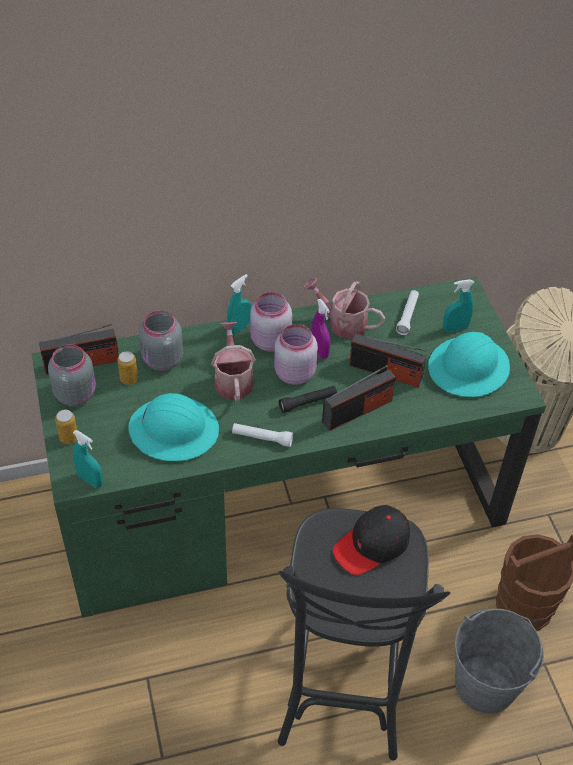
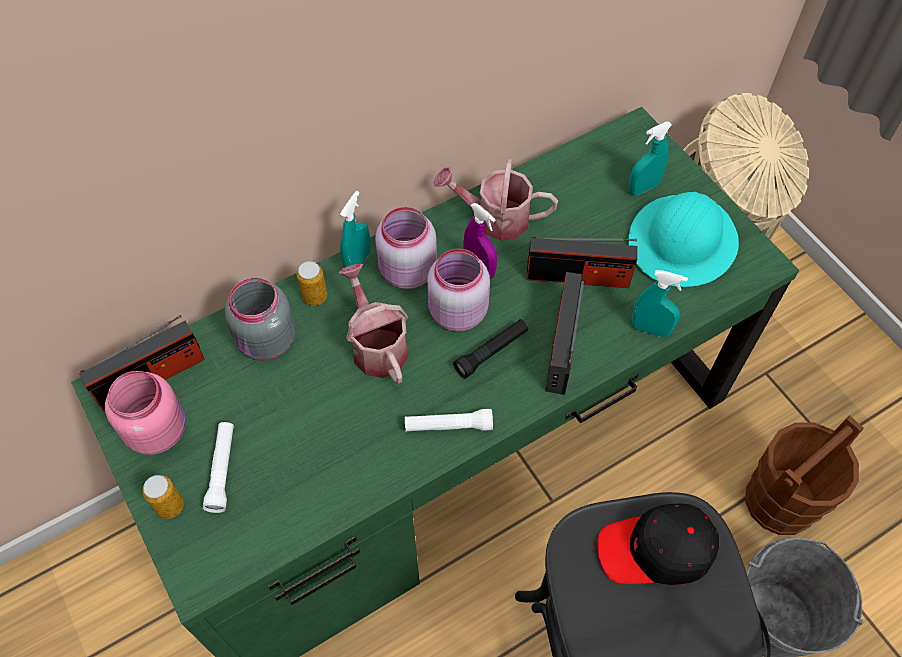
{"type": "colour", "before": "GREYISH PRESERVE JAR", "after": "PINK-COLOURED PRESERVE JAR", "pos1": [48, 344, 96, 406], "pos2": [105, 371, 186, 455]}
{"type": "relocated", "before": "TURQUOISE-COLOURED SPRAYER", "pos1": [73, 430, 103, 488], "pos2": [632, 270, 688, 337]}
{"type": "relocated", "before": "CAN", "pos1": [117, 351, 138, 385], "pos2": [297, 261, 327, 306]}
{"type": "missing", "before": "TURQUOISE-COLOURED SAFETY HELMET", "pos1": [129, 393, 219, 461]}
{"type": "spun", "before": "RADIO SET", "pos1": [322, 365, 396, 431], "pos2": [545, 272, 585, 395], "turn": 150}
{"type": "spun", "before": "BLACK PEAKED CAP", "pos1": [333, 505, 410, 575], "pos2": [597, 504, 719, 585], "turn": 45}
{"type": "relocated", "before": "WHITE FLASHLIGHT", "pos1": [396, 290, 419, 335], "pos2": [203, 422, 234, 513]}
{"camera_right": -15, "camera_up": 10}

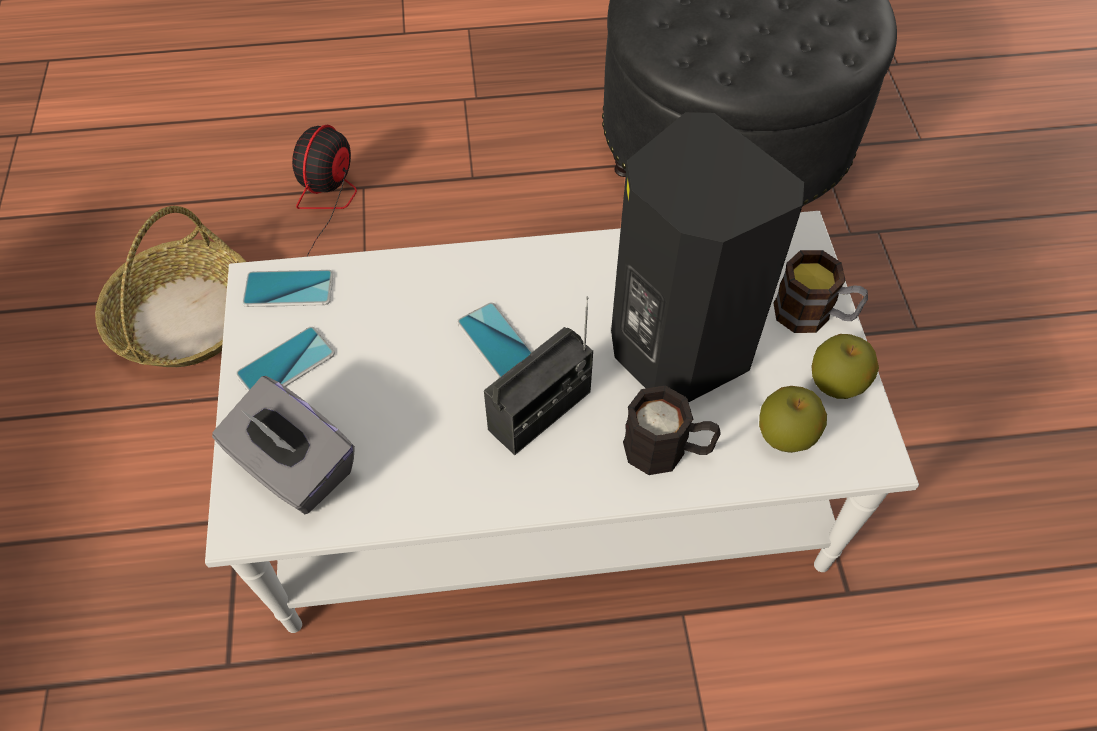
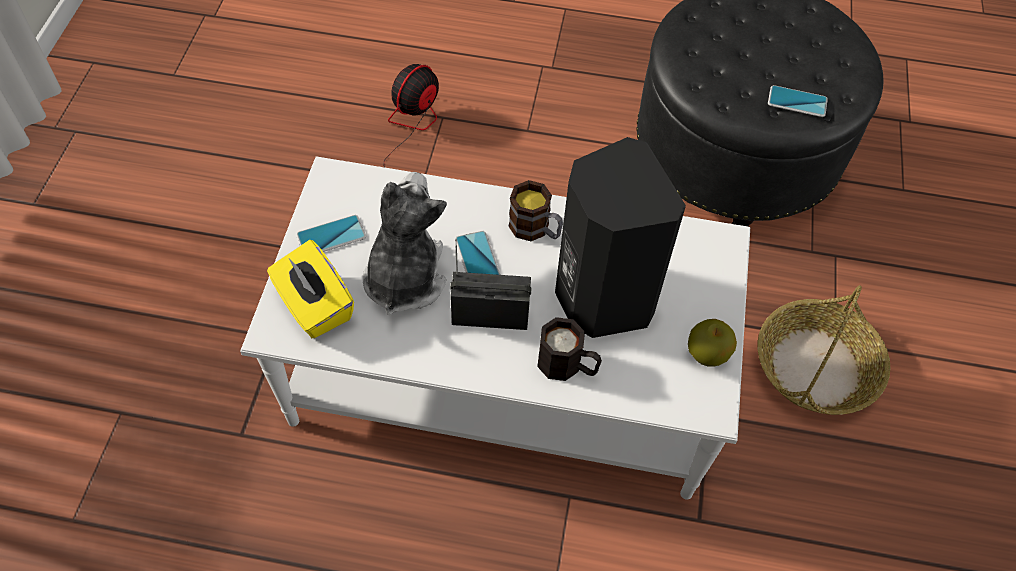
{"type": "relocated", "before": "STORAGE BASKET", "pos1": [95, 206, 246, 367], "pos2": [757, 285, 891, 415]}
{"type": "colour", "before": "GREYISH TISSUE BOX", "after": "YELLOW-COLOURED TISSUE BOX", "pos1": [212, 376, 355, 514], "pos2": [267, 240, 354, 338]}
{"type": "relocated", "before": "TELEPHONE", "pos1": [242, 270, 334, 307], "pos2": [768, 85, 828, 117]}
{"type": "spun", "before": "RADIO SET", "pos1": [484, 297, 593, 455], "pos2": [450, 239, 532, 330], "turn": -150}
{"type": "missing", "before": "APPLE", "pos1": [759, 386, 827, 453]}
{"type": "relocated", "before": "COFFEE MUG", "pos1": [774, 250, 868, 333], "pos2": [509, 180, 563, 241]}
{"type": "appeared", "after": "SOFT TOY", "pos2": [363, 172, 447, 316]}
{"camera_right": 15, "camera_up": 0}

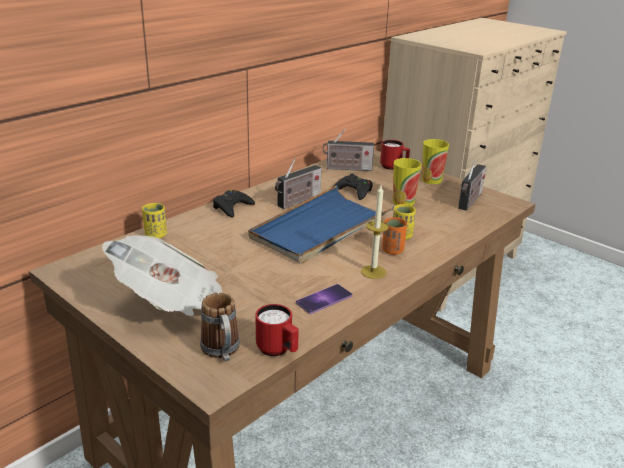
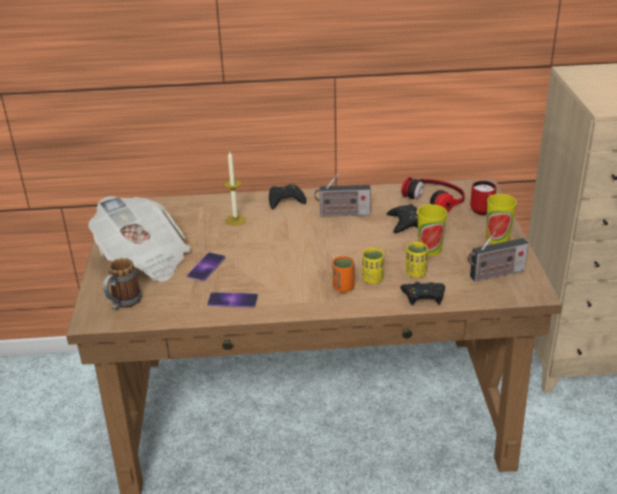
{"type": "relocated", "before": "YELLOW-COLOURED SMALL CUP", "pos1": [142, 203, 167, 239], "pos2": [406, 242, 428, 278]}
{"type": "missing", "before": "BLUE-COLOURED CARRYING TRAY", "pos1": [248, 185, 394, 264]}
{"type": "missing", "before": "REDDISH COFFEE MUG", "pos1": [255, 304, 299, 356]}
{"type": "exchanged", "before": "RADIO SET", "after": "HEADPHONES", "pos1": [323, 128, 374, 171], "pos2": [401, 177, 465, 212]}
{"type": "relocated", "before": "WAX CANDLE", "pos1": [361, 186, 389, 279], "pos2": [224, 152, 246, 226]}
{"type": "appeared", "after": "TELEPHONE", "pos2": [187, 252, 226, 281]}
{"type": "appeared", "after": "BLACK JOYPAD", "pos2": [400, 282, 445, 306]}
{"camera_right": 45, "camera_up": 5}

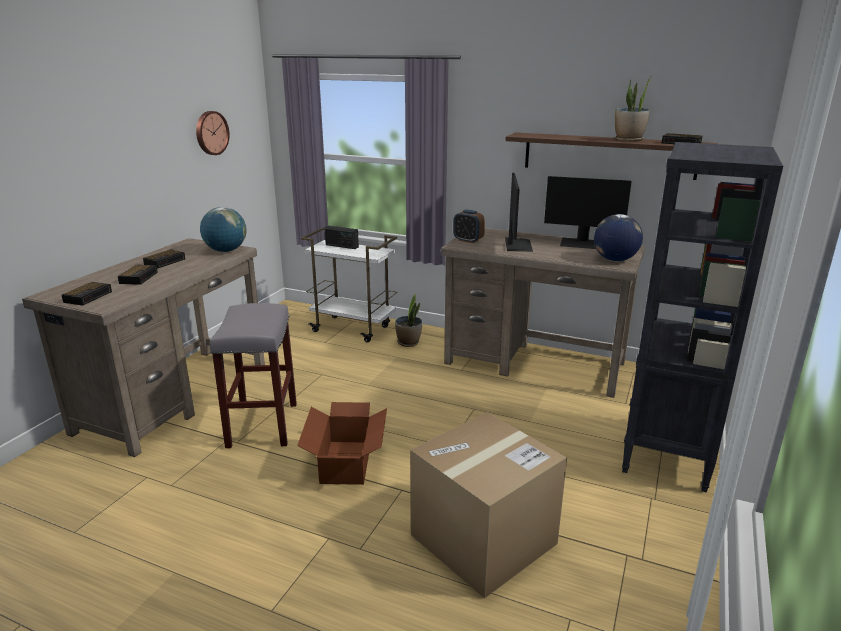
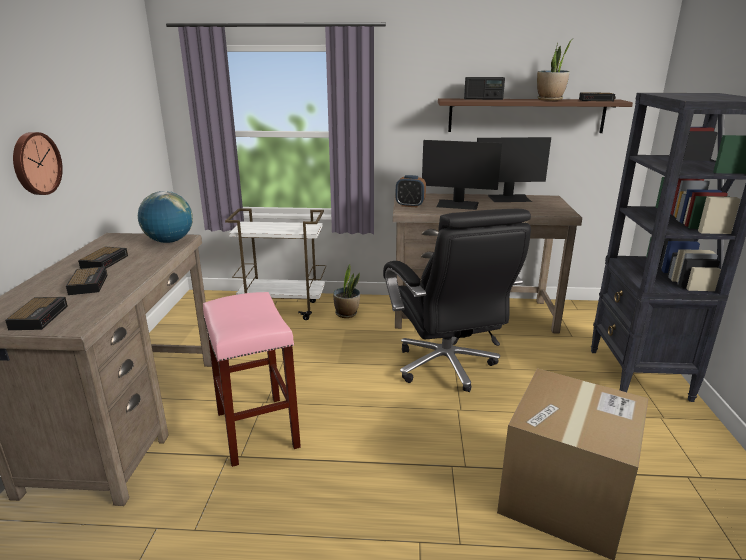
{"type": "relocated", "before": "WALL CLOCK", "pos1": [196, 111, 230, 155], "pos2": [13, 132, 63, 195]}
{"type": "colour", "before": "GREYISH SITTING STOOL", "after": "PINK-COLOURED SITTING STOOL", "pos1": [210, 303, 297, 448], "pos2": [203, 292, 301, 467]}
{"type": "missing", "before": "CARTON", "pos1": [297, 402, 387, 485]}
{"type": "relocated", "before": "RADIO SET", "pos1": [325, 226, 359, 249], "pos2": [464, 77, 505, 100]}
{"type": "spun", "before": "COMPUTER DISPLAY", "pos1": [505, 173, 533, 252], "pos2": [422, 140, 502, 210], "turn": 120}
{"type": "missing", "before": "WORLD GLOBE", "pos1": [594, 214, 643, 261]}
{"type": "appeared", "after": "BLACK OFFICE CHAIR", "pos2": [383, 209, 531, 392]}
{"camera_right": -20, "camera_up": 0}

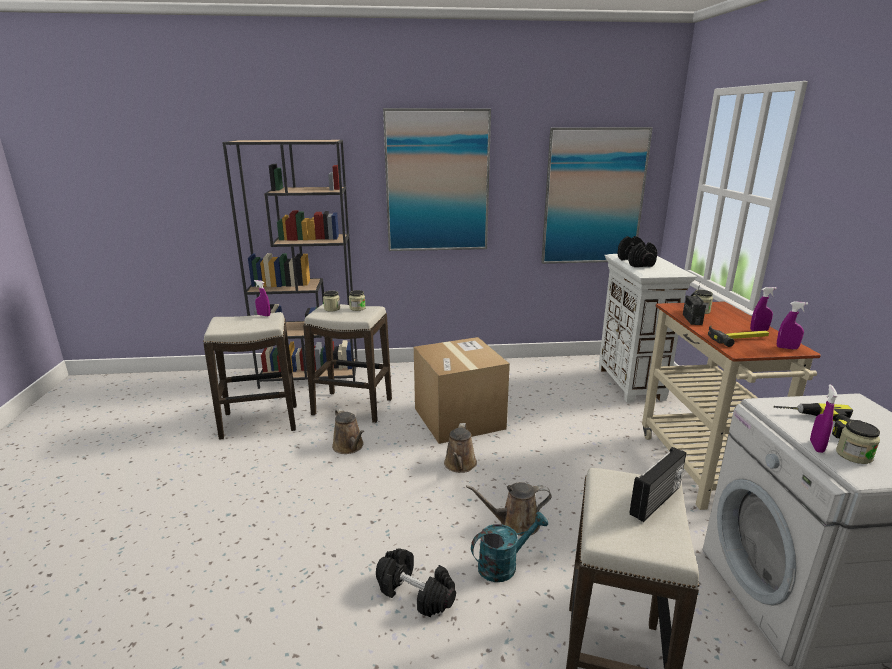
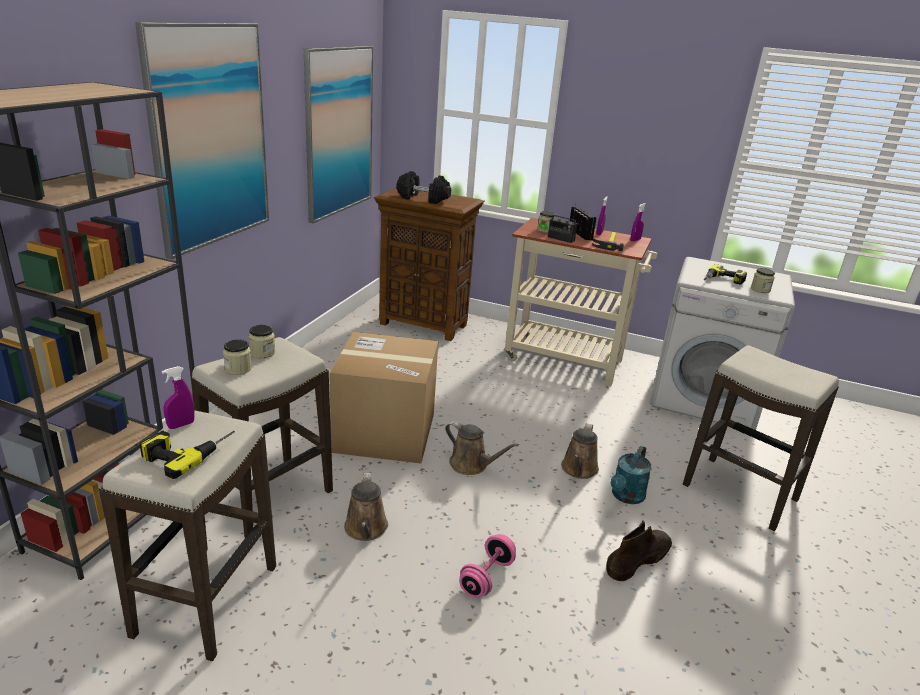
{"type": "spun", "before": "BROWN-COLOURED WATERING CAN", "pos1": [332, 408, 365, 454], "pos2": [344, 473, 388, 541], "turn": 90}
{"type": "exchanged", "before": "BLACK FREE WEIGHT", "after": "BROWN-COLOURED TALL BOOT", "pos1": [376, 548, 456, 617], "pos2": [606, 521, 672, 581]}
{"type": "spun", "before": "TURQUOISE-COLOURED WATERING CAN", "pos1": [471, 512, 548, 582], "pos2": [611, 446, 652, 504], "turn": -150}
{"type": "colour", "before": "WHITE CUPBOARD", "after": "BROWN-COLOURED CUPBOARD", "pos1": [599, 254, 697, 403], "pos2": [374, 187, 485, 341]}
{"type": "relocated", "before": "RADIO SET", "pos1": [629, 447, 687, 522], "pos2": [570, 206, 596, 240]}
{"type": "missing", "before": "PURPLE-COLOURED SPRAYER", "pos1": [810, 384, 838, 453]}
{"type": "appeared", "after": "ELECTRIC DRILL", "pos2": [140, 431, 235, 479]}
{"type": "appeared", "after": "PINK-COLOURED FREE WEIGHT", "pos2": [459, 534, 516, 598]}
{"camera_right": -65, "camera_up": 5}

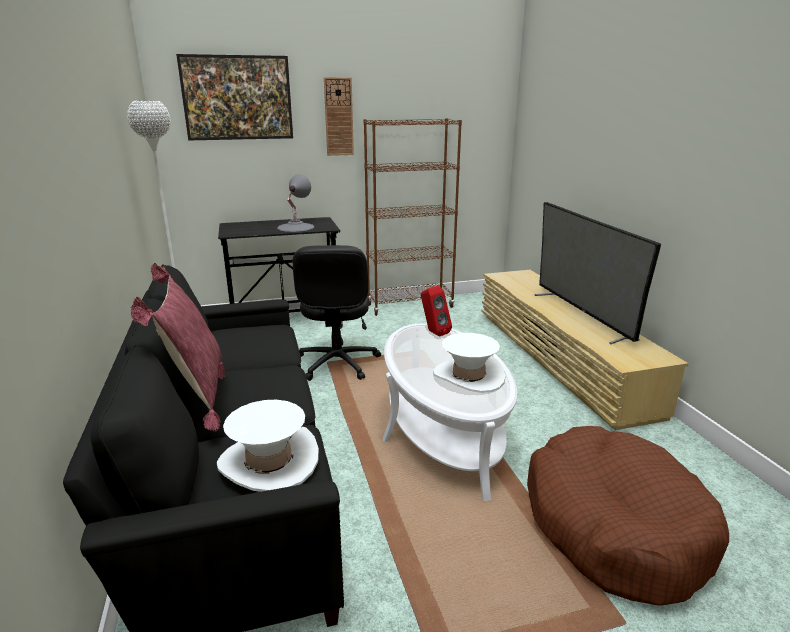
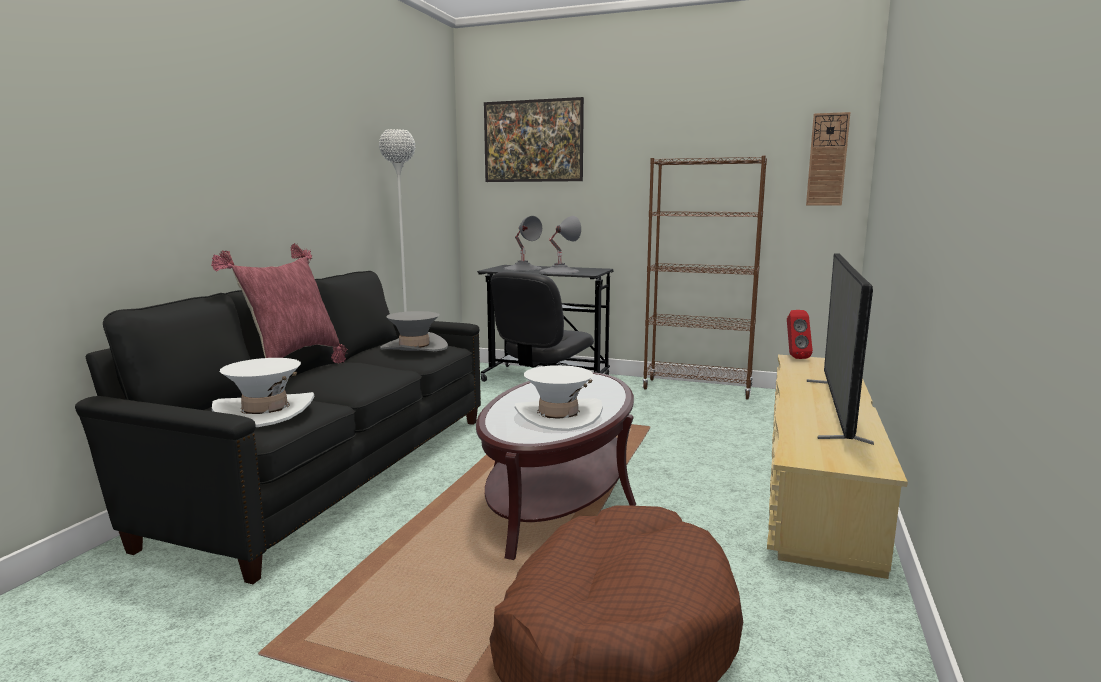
{"type": "relocated", "before": "WALL CLOCK", "pos1": [324, 77, 354, 156], "pos2": [806, 112, 850, 206]}
{"type": "colour", "before": "WHITE COFFEE TABLE", "after": "BROWN-COLOURED COFFEE TABLE", "pos1": [382, 324, 517, 501], "pos2": [476, 372, 636, 560]}
{"type": "relocated", "before": "REDDISH SPEAKER", "pos1": [421, 286, 452, 337], "pos2": [787, 310, 813, 359]}
{"type": "appeared", "after": "GREYISH HAT", "pos2": [380, 311, 448, 351]}
{"type": "appeared", "after": "GREYISH TABLE LAMP", "pos2": [504, 216, 542, 271]}
{"camera_right": 35, "camera_up": -10}

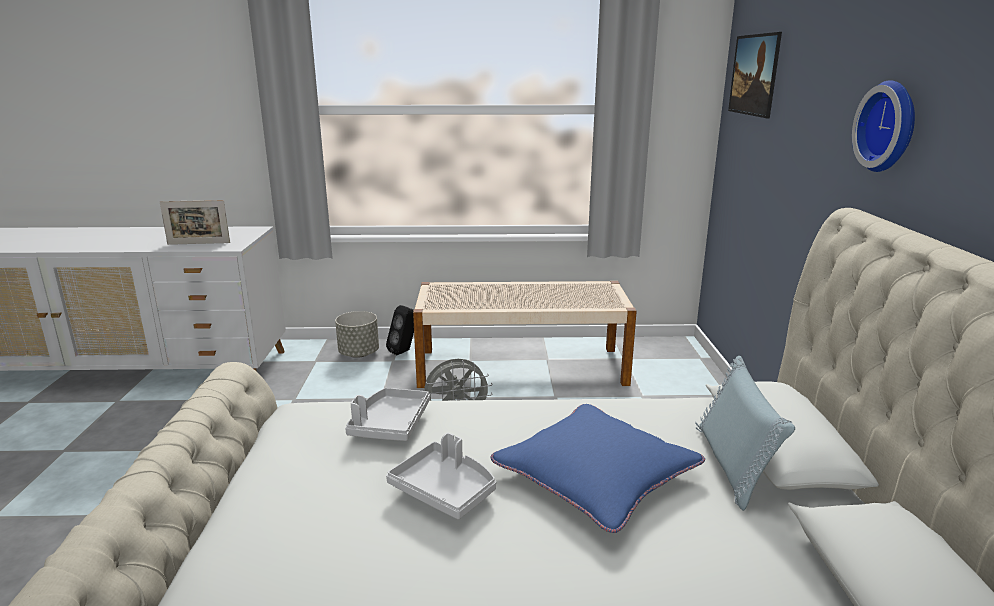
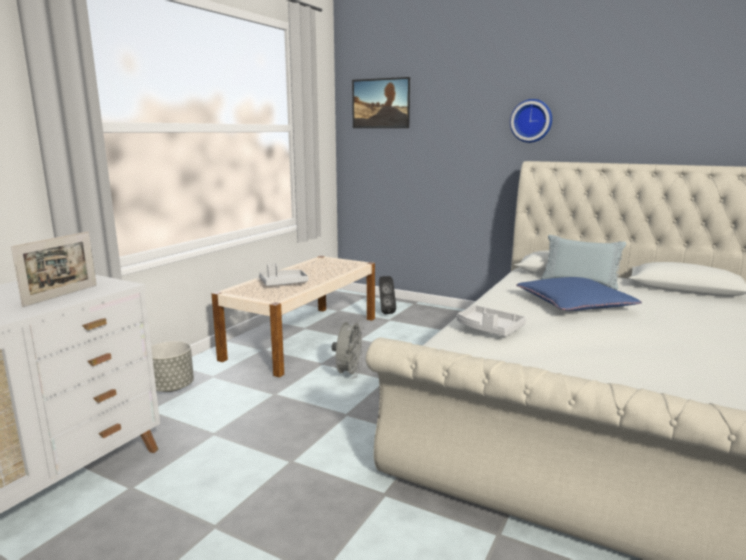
{"type": "relocated", "before": "BLACK SPEAKER", "pos1": [386, 305, 414, 355], "pos2": [379, 276, 396, 314]}
{"type": "relocated", "before": "GREYISH CARRYING TRAY", "pos1": [386, 433, 496, 519], "pos2": [259, 263, 309, 286]}
{"camera_right": -60, "camera_up": -5}

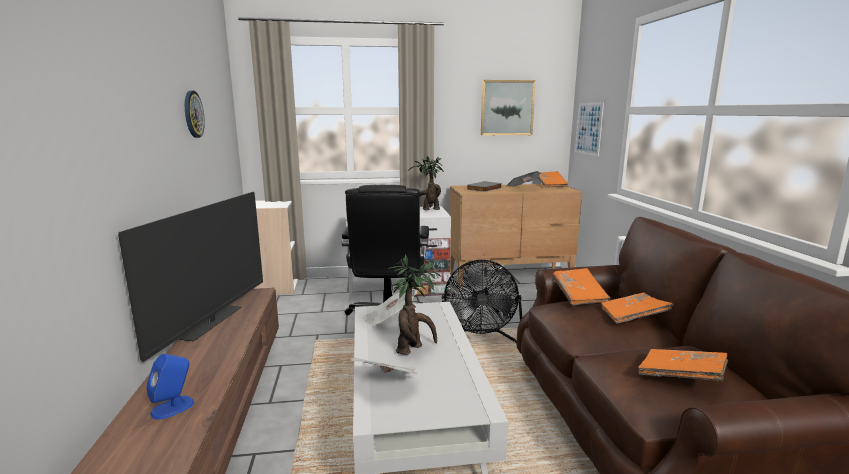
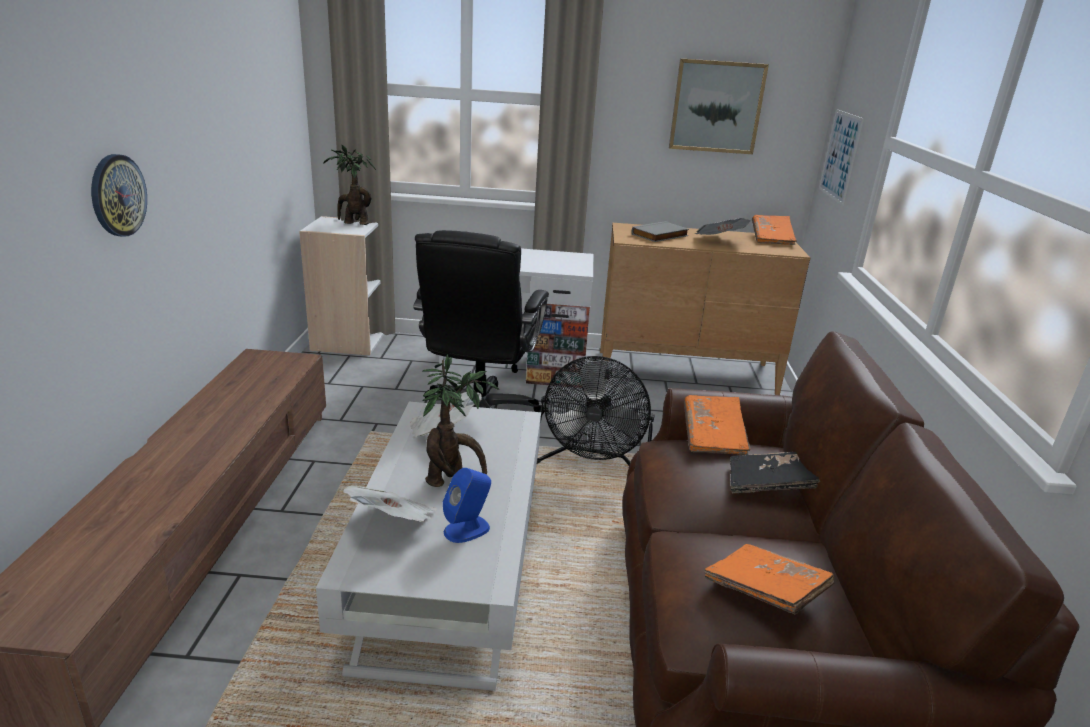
{"type": "missing", "before": "TV SET", "pos1": [118, 192, 263, 362]}
{"type": "relocated", "before": "BLUE-COLOURED SPEAKER", "pos1": [146, 354, 194, 420], "pos2": [443, 468, 491, 543]}
{"type": "relocated", "before": "WALL CLOCK", "pos1": [185, 91, 205, 138], "pos2": [91, 154, 147, 237]}
{"type": "relocated", "before": "POTTED PLANT", "pos1": [408, 156, 444, 210], "pos2": [323, 145, 376, 225]}
{"type": "colour", "before": "ORANGE BOUND BOOK", "after": "BLACK BOUND BOOK", "pos1": [601, 292, 673, 324], "pos2": [730, 452, 821, 493]}
{"camera_right": 10, "camera_up": 10}

